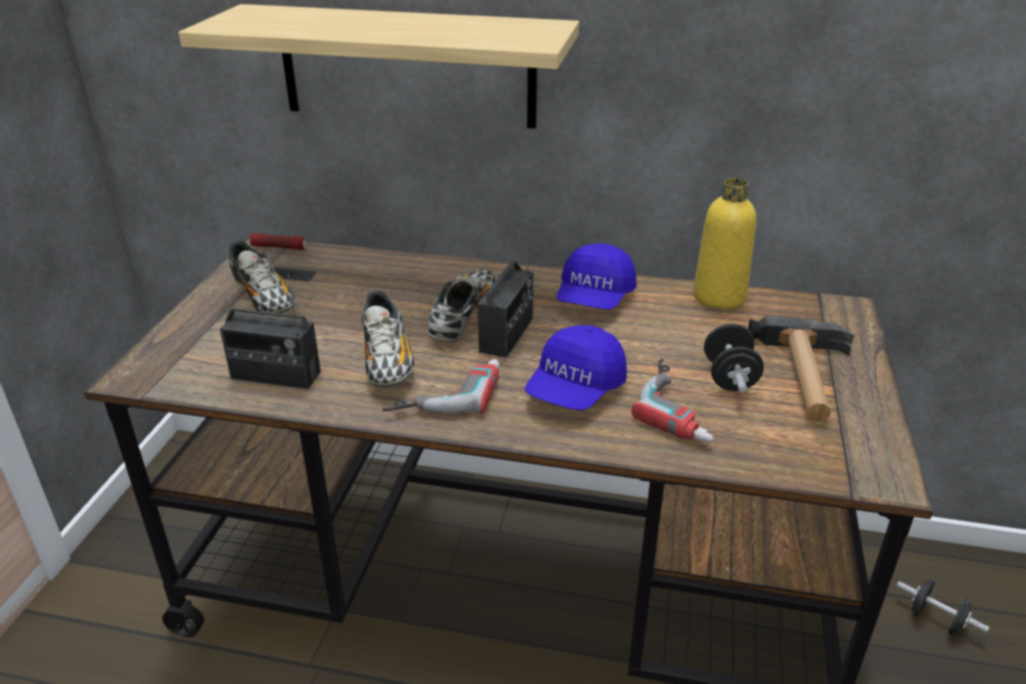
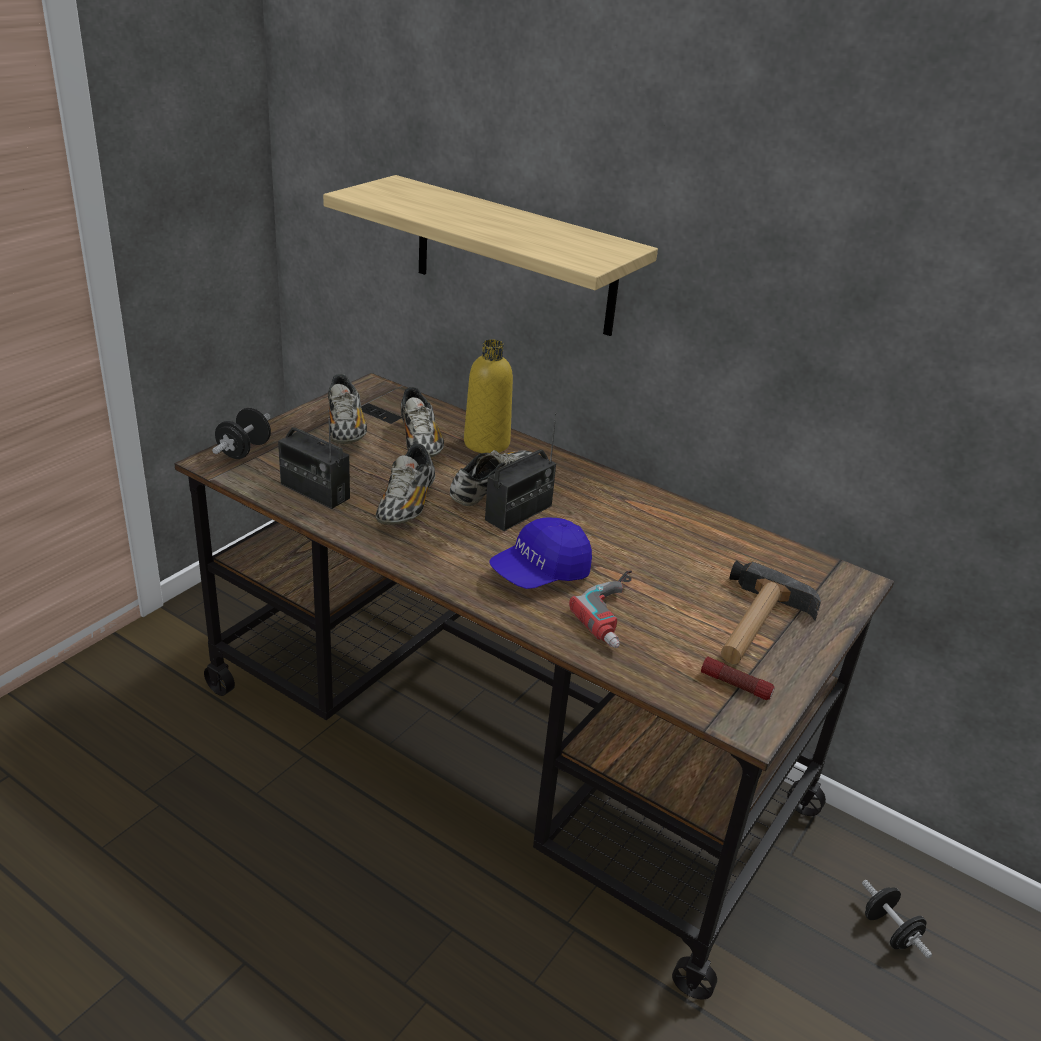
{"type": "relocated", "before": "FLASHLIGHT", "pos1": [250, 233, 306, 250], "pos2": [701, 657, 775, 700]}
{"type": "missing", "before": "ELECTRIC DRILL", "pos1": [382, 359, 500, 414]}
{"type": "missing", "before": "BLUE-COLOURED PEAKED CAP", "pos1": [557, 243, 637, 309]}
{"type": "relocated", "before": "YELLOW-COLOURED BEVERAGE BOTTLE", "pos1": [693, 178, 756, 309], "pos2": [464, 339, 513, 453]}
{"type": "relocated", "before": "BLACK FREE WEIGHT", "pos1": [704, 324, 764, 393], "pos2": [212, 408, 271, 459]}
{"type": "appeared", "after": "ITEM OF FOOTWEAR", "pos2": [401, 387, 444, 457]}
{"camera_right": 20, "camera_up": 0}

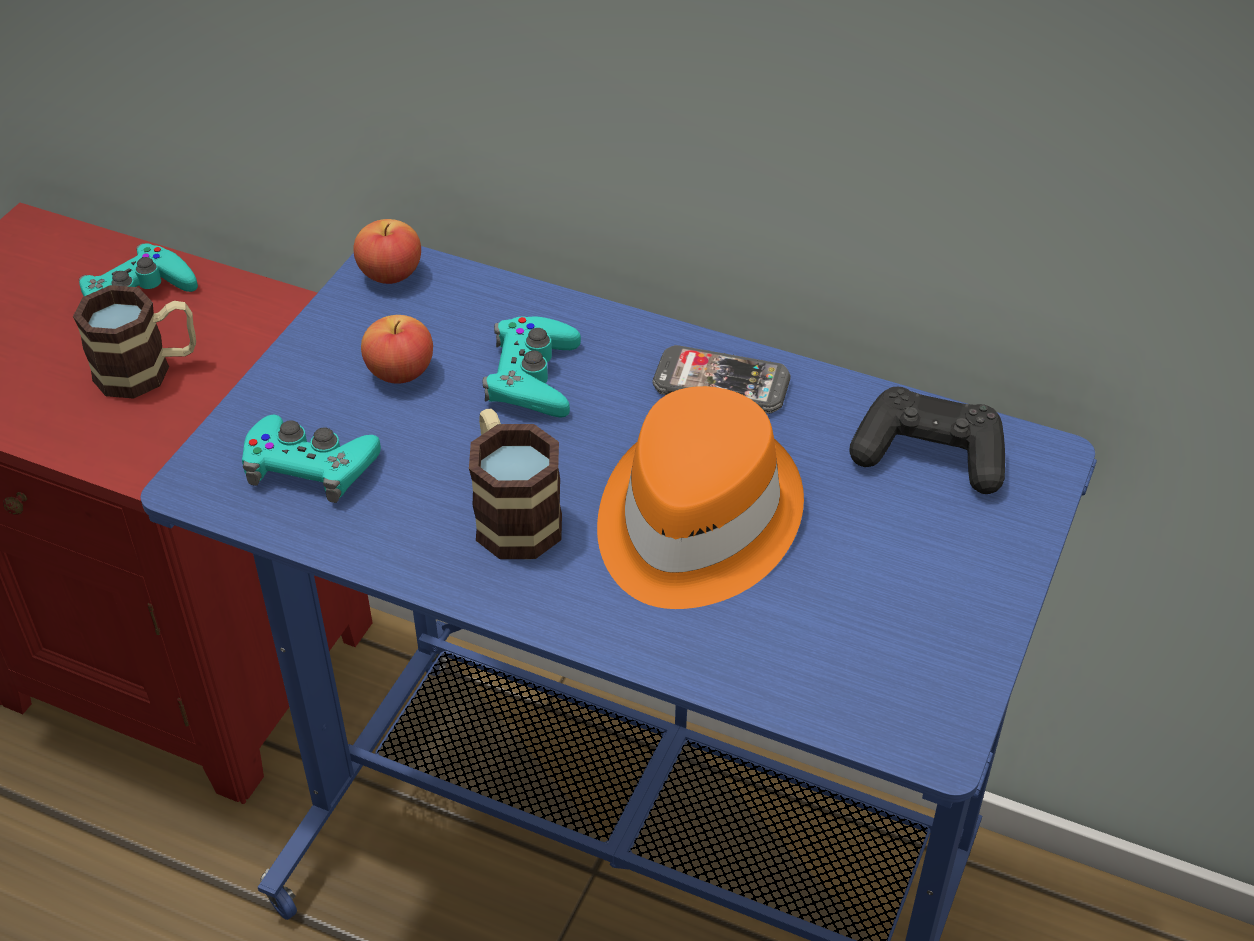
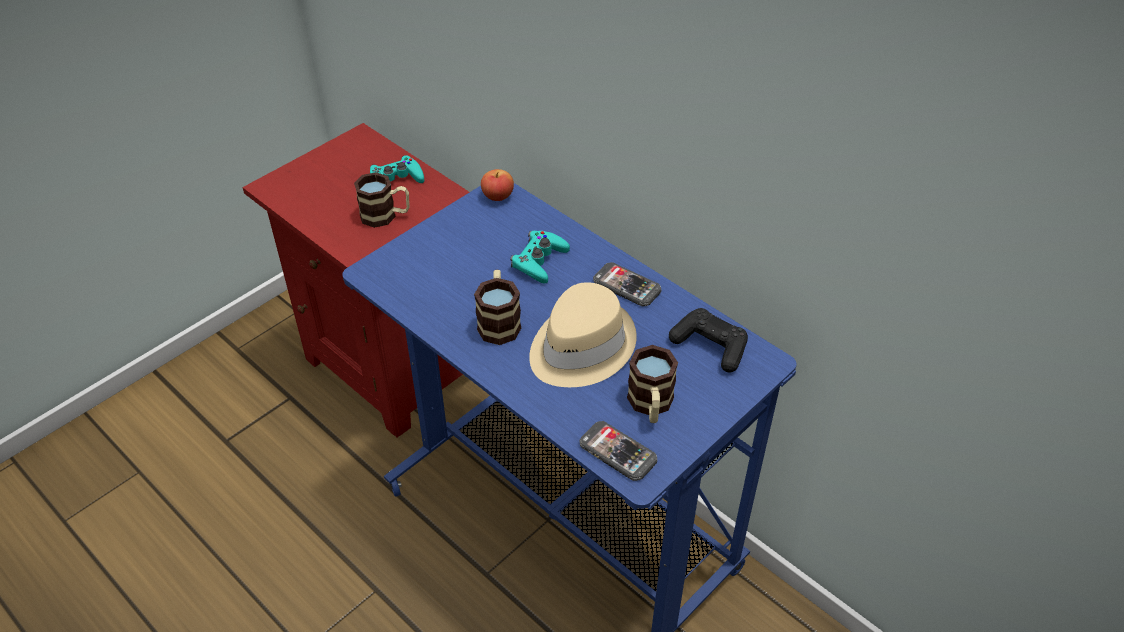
{"type": "missing", "before": "TURQUOISE-COLOURED JOYPAD", "pos1": [242, 414, 381, 503]}
{"type": "missing", "before": "APPLE", "pos1": [361, 315, 433, 384]}
{"type": "colour", "before": "ORANGE HAT", "after": "BEIGE-COLOURED HAT", "pos1": [597, 386, 804, 609], "pos2": [529, 282, 637, 387]}
{"type": "appeared", "after": "TELEPHONE", "pos2": [580, 421, 657, 481]}
{"type": "appeared", "after": "COFFEE MUG", "pos2": [627, 345, 678, 423]}
{"camera_right": 20, "camera_up": 0}

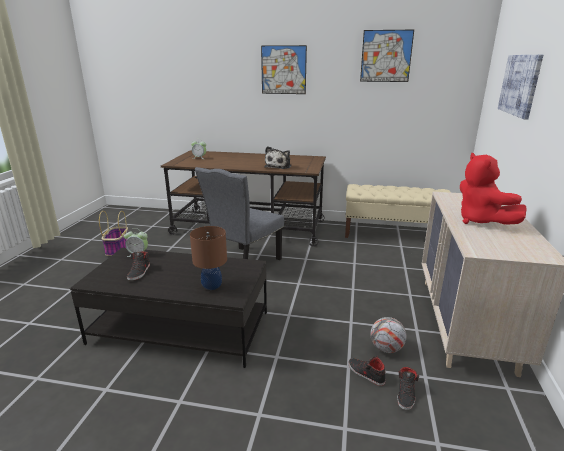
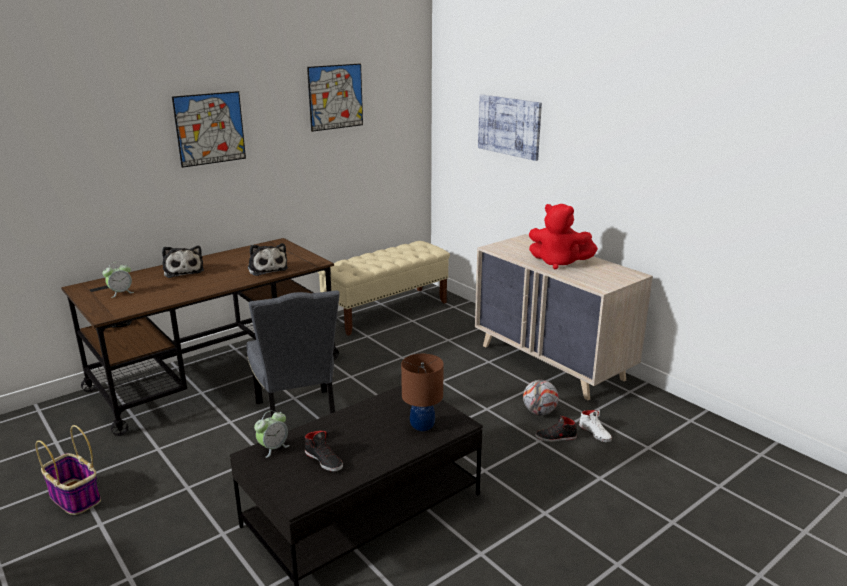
{"type": "colour", "before": "BLACK ITEM OF FOOTWEAR", "after": "WHITE ITEM OF FOOTWEAR", "pos1": [397, 367, 419, 410], "pos2": [579, 410, 612, 442]}
{"type": "appeared", "after": "SOFT TOY", "pos2": [162, 246, 204, 278]}
{"camera_right": -50, "camera_up": 0}

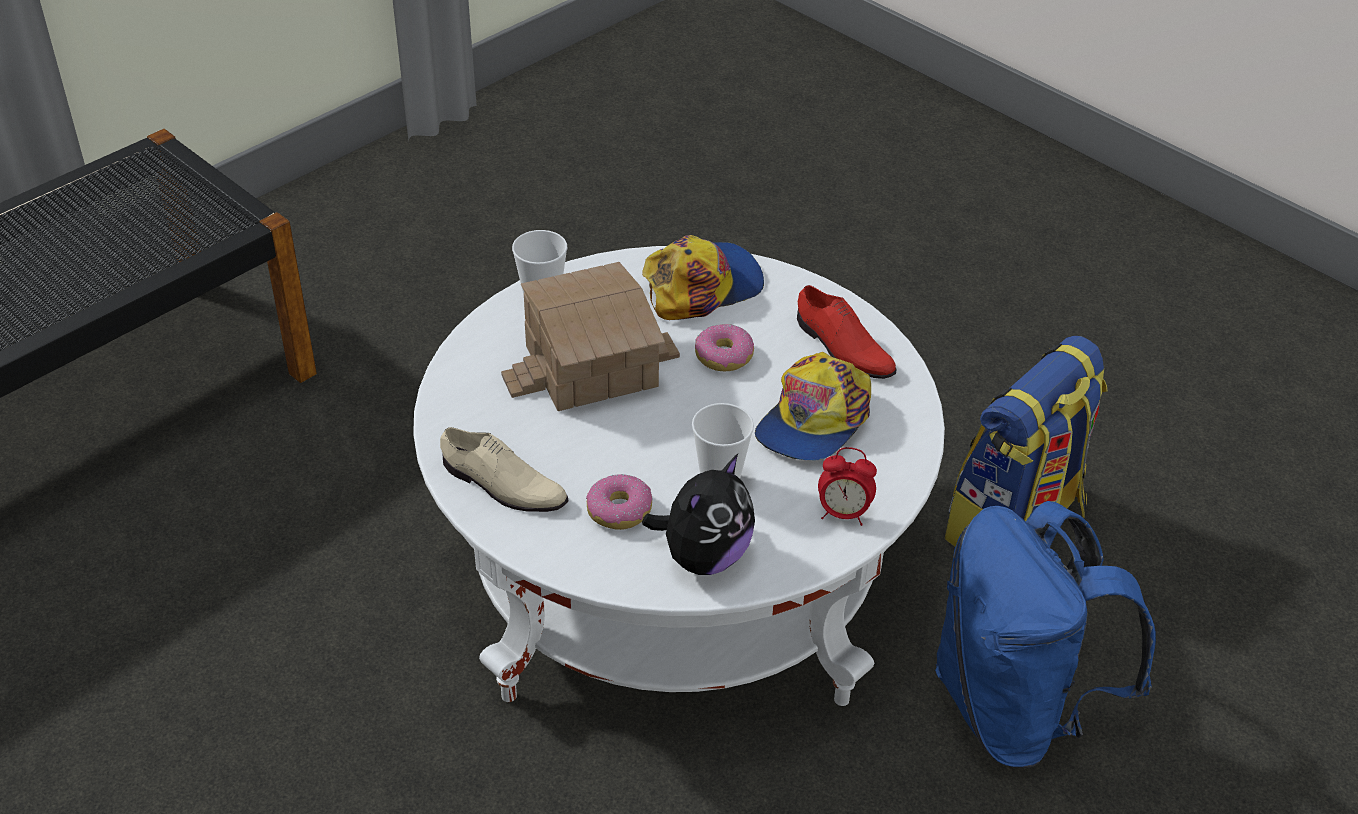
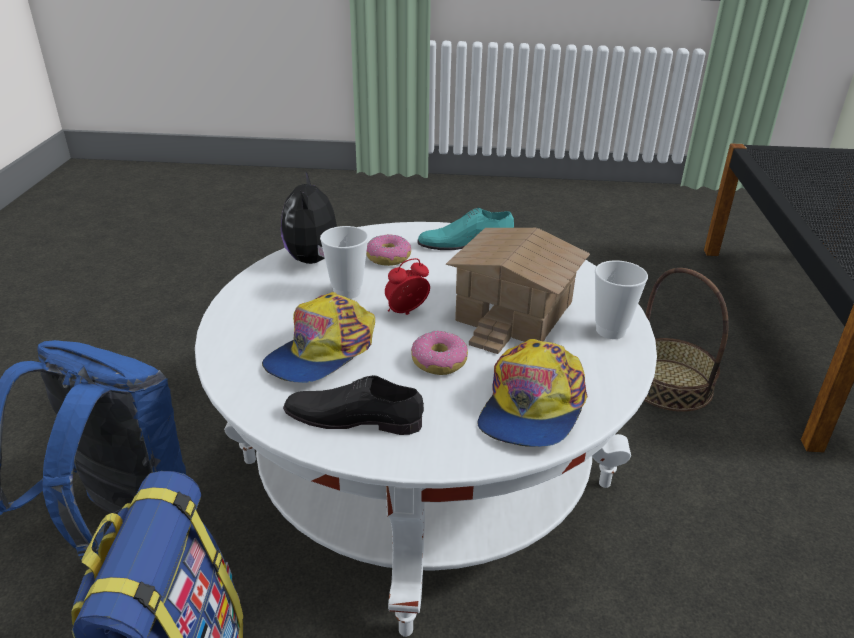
{"type": "colour", "before": "BEIGE-COLOURED ITEM OF FOOTWEAR", "after": "TURQUOISE-COLOURED ITEM OF FOOTWEAR", "pos1": [440, 427, 568, 512], "pos2": [417, 207, 514, 250]}
{"type": "spun", "before": "PEAKED CAP", "pos1": [755, 352, 871, 460], "pos2": [262, 292, 375, 383], "turn": -135}
{"type": "colour", "before": "REDDISH ITEM OF FOOTWEAR", "after": "BLACK ITEM OF FOOTWEAR", "pos1": [797, 285, 896, 379], "pos2": [283, 375, 424, 435]}
{"type": "relocated", "before": "BEDSIDE CLOCK", "pos1": [818, 447, 877, 526], "pos2": [385, 258, 430, 315]}
{"type": "appeared", "after": "STORAGE BASKET", "pos2": [644, 268, 729, 412]}
{"camera_right": 140, "camera_up": -10}

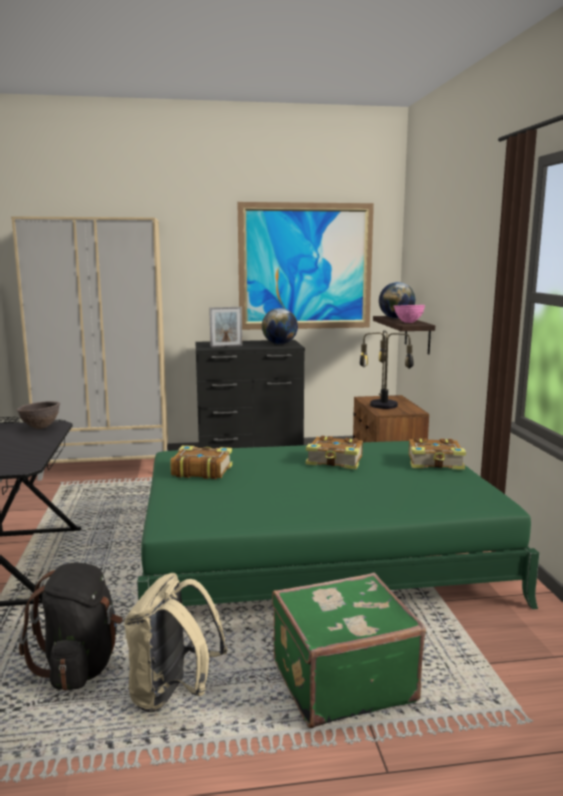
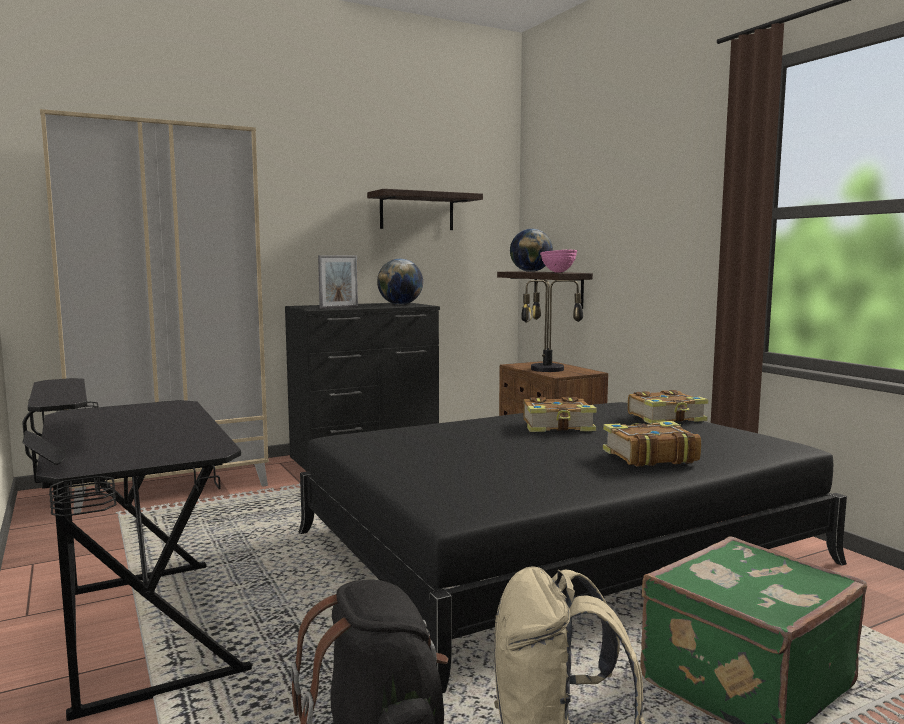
{"type": "missing", "before": "BROWN-COLOURED DEEP DISH", "pos1": [16, 401, 60, 429]}
{"type": "colour", "before": "GREEN-COLOURED BEDROOM BED", "after": "BLACK BEDROOM BED", "pos1": [137, 441, 540, 609], "pos2": [299, 402, 847, 693]}
{"type": "relocated", "before": "BOUND BOOK", "pos1": [170, 445, 232, 479], "pos2": [603, 421, 701, 467]}
{"type": "exchanged", "before": "WALL ART", "after": "BRACKET SHELF", "pos1": [237, 202, 374, 330], "pos2": [367, 189, 483, 230]}
{"camera_right": -20, "camera_up": -5}

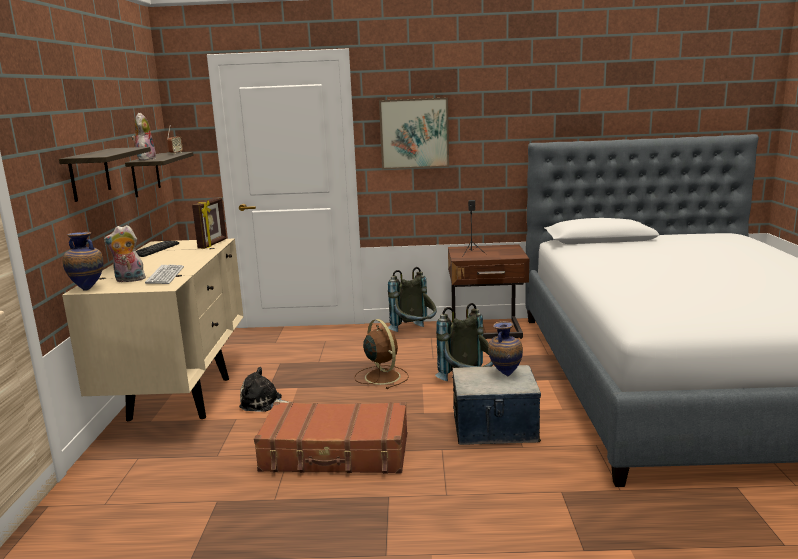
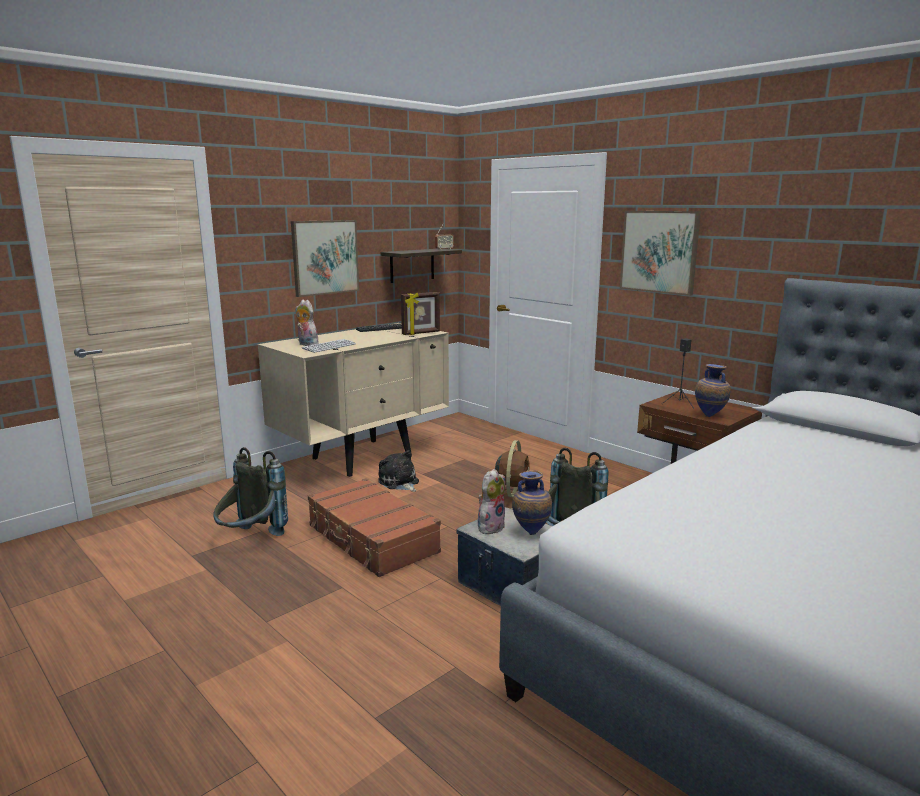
{"type": "exchanged", "before": "BRACKET SHELF", "after": "WALL ART", "pos1": [59, 147, 151, 202], "pos2": [291, 220, 359, 297]}
{"type": "relocated", "before": "DECORATIVE VASE", "pos1": [63, 232, 104, 291], "pos2": [695, 364, 731, 417]}
{"type": "relocated", "before": "SOFT TOY", "pos1": [132, 113, 156, 160], "pos2": [478, 469, 505, 534]}
{"type": "relocated", "before": "GREYISH BACKPACK", "pos1": [388, 267, 437, 332], "pos2": [213, 447, 288, 536]}
{"camera_right": 45, "camera_up": 0}

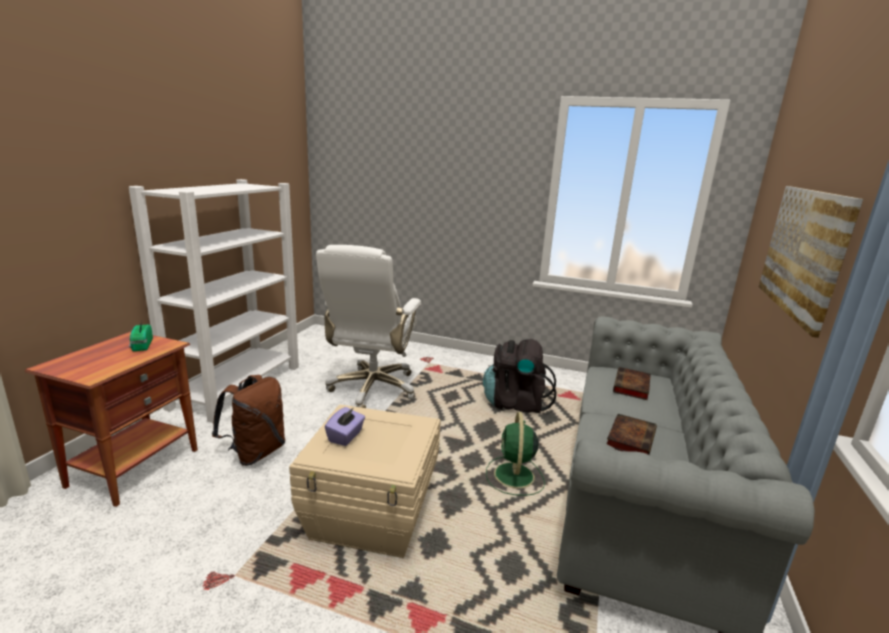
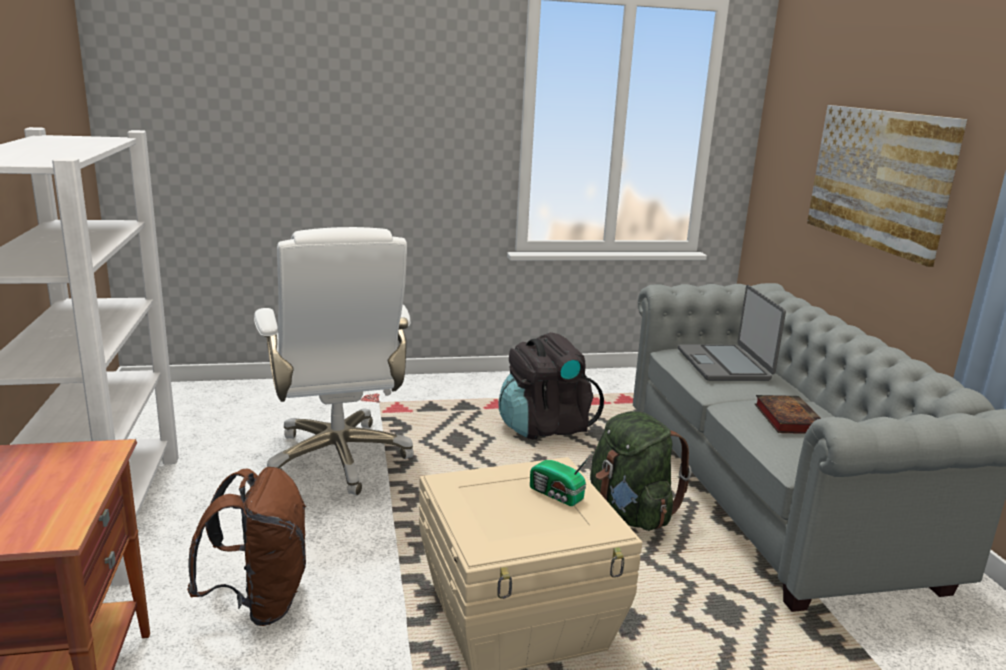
{"type": "relocated", "before": "RADIO SET", "pos1": [129, 319, 153, 351], "pos2": [530, 452, 593, 506]}
{"type": "missing", "before": "PURPLE-COLOURED TISSUE BOX", "pos1": [325, 407, 365, 446]}
{"type": "exchanged", "before": "GREEN-COLOURED ELECTRIC FAN", "after": "GREEN-COLOURED BACKPACK", "pos1": [486, 412, 545, 496], "pos2": [590, 411, 691, 531]}
{"type": "exchanged", "before": "BOUND BOOK", "after": "LAPTOP", "pos1": [613, 367, 651, 400], "pos2": [678, 285, 786, 381]}
{"camera_right": -30, "camera_up": 0}

